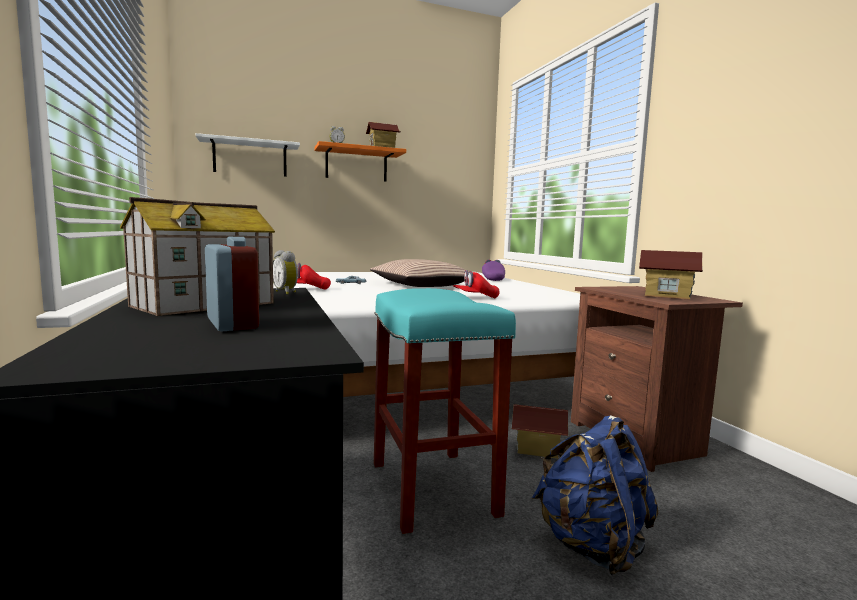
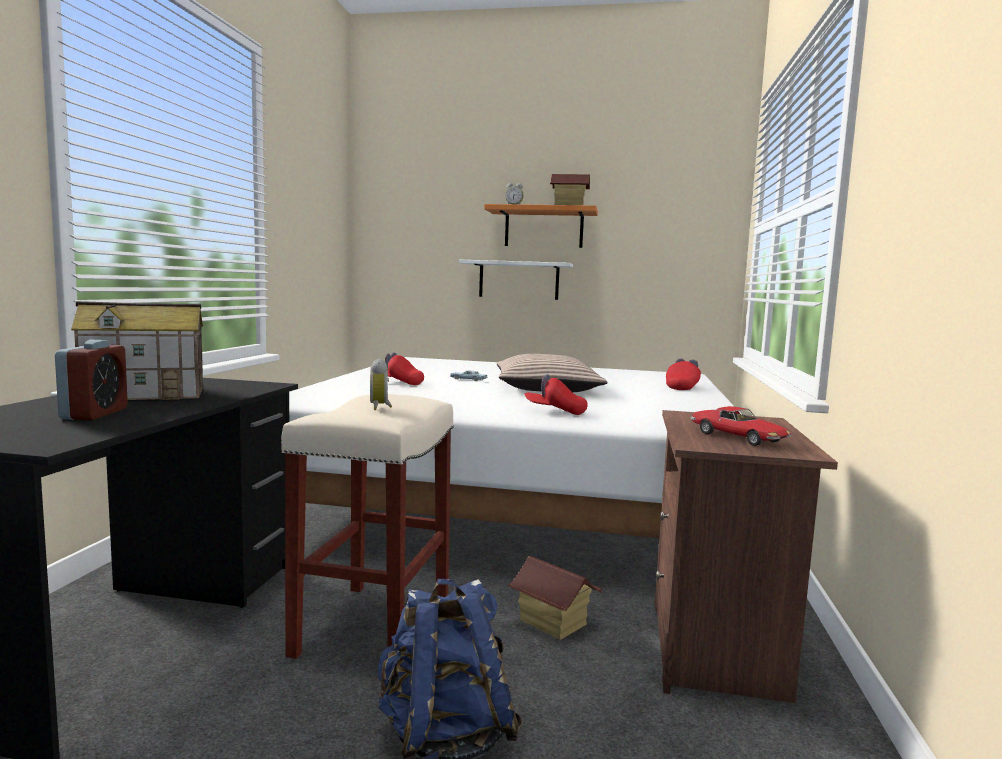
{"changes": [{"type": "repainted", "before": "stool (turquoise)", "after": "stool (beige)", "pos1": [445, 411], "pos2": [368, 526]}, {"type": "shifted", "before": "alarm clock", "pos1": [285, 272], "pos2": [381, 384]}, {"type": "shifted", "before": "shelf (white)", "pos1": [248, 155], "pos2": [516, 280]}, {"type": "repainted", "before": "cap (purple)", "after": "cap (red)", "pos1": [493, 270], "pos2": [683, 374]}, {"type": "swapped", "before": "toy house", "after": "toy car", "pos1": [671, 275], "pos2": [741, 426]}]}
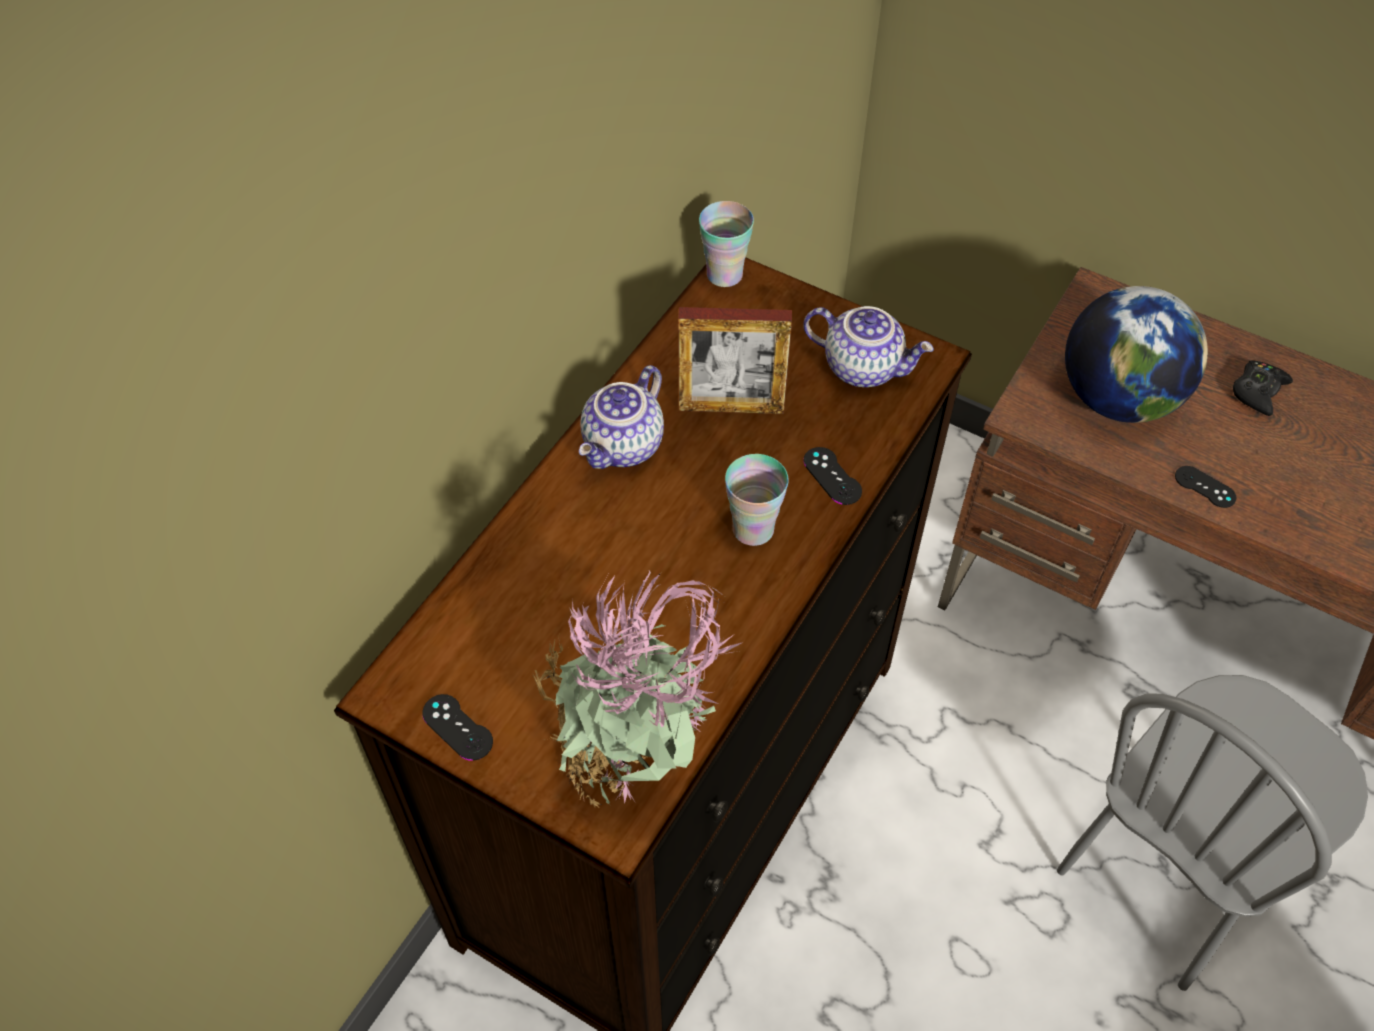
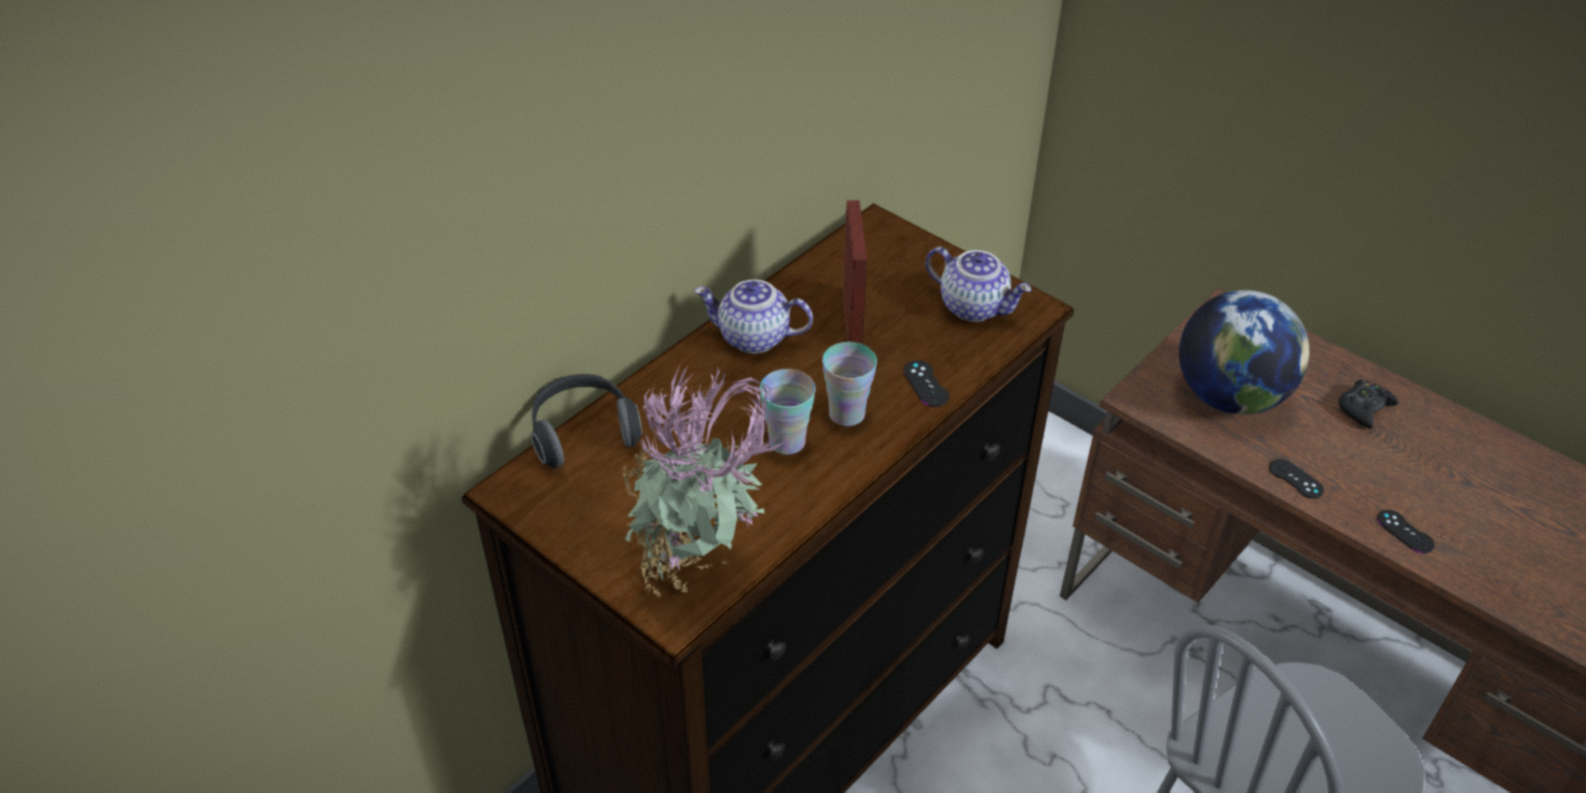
{"changes": [{"type": "new", "after": "headphones", "pos2": [586, 421]}, {"type": "rotated", "before": "teapot", "pos1": [621, 417], "pos2": [753, 317], "turn": 60}, {"type": "shifted", "before": "cup", "pos1": [726, 244], "pos2": [788, 412]}, {"type": "rotated", "before": "picture frame", "pos1": [735, 360], "pos2": [855, 272], "turn": -105}, {"type": "shifted", "before": "game controller (black)", "pos1": [457, 727], "pos2": [1406, 531]}]}
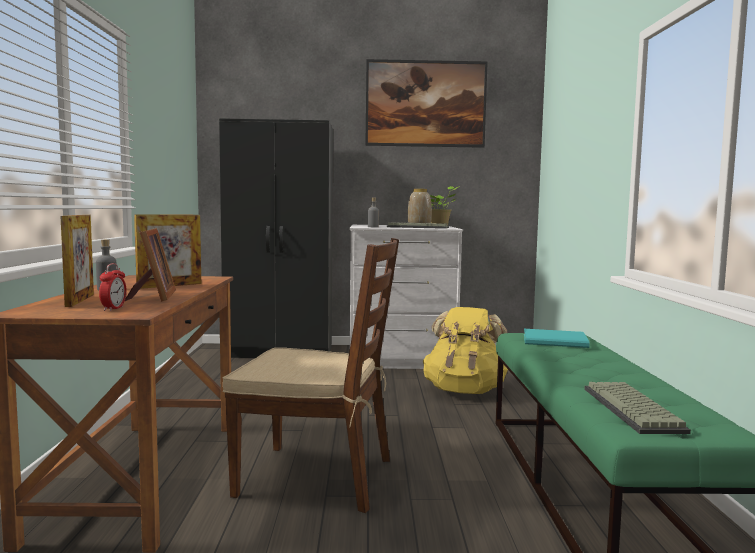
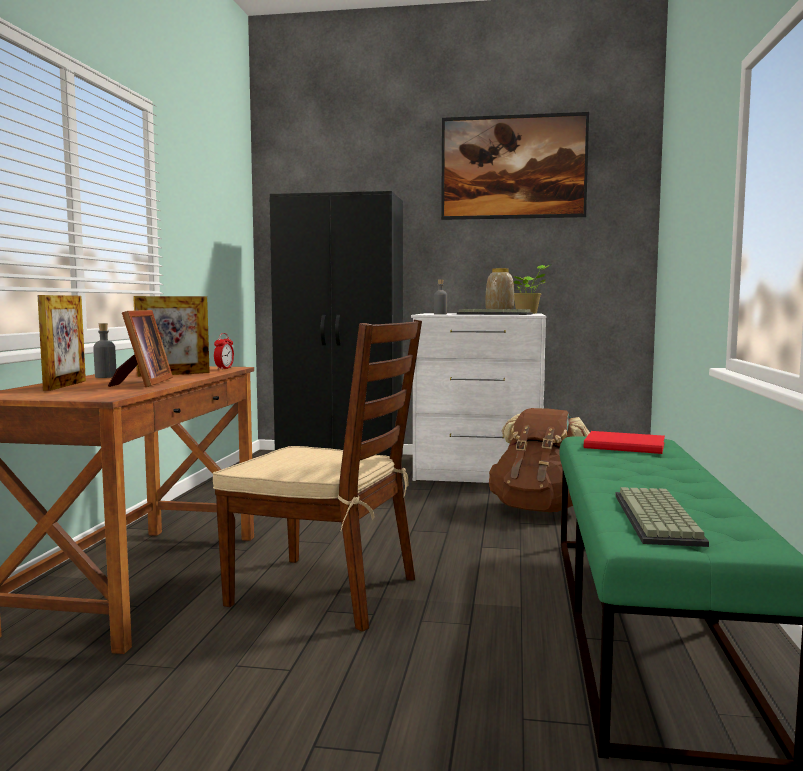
{"changes": [{"type": "shifted", "before": "alarm clock", "pos1": [113, 287], "pos2": [224, 351]}, {"type": "repainted", "before": "backpack (yellow)", "after": "backpack (brown)", "pos1": [465, 350], "pos2": [539, 460]}, {"type": "repainted", "before": "book (turquoise)", "after": "book (red)", "pos1": [557, 338], "pos2": [624, 442]}]}
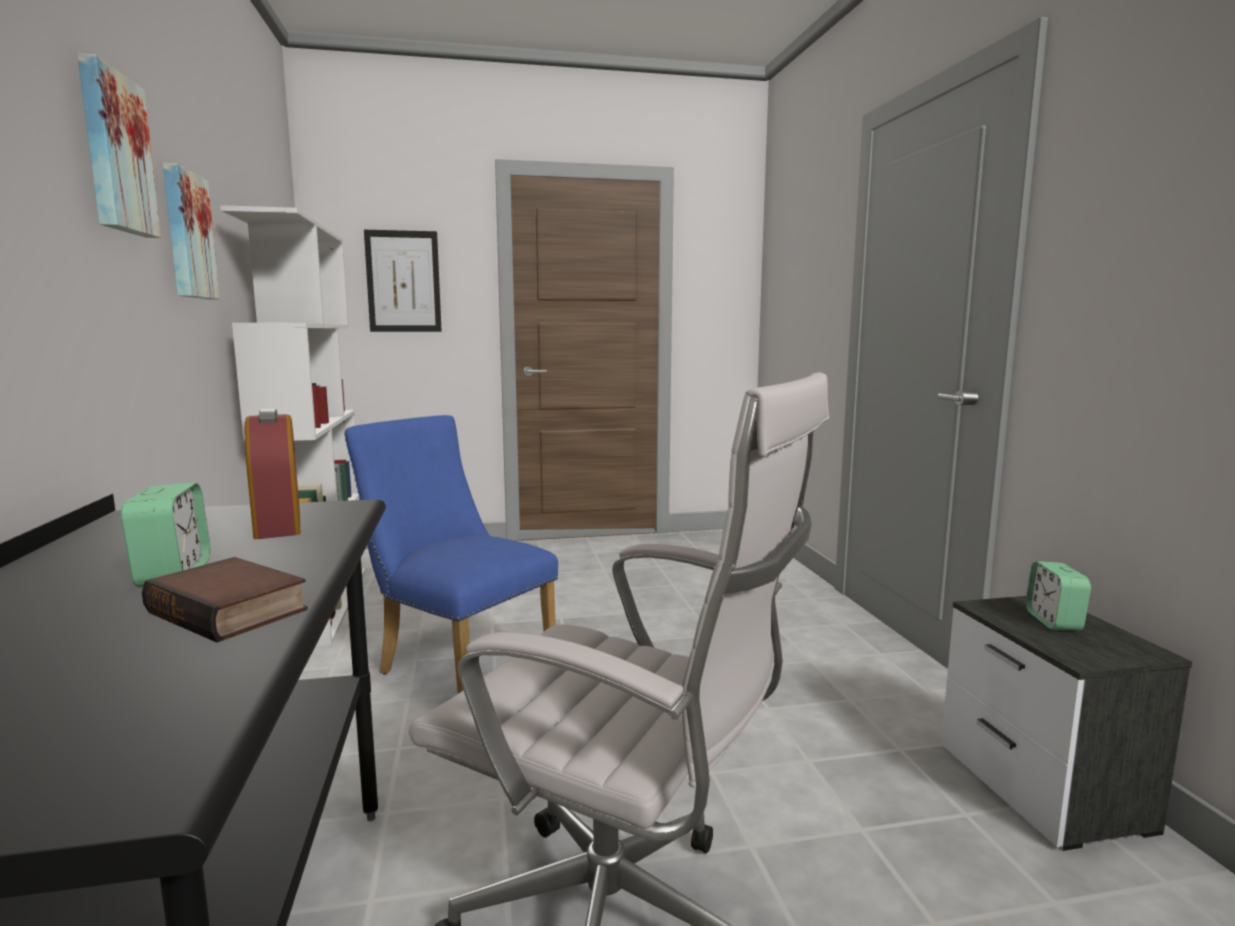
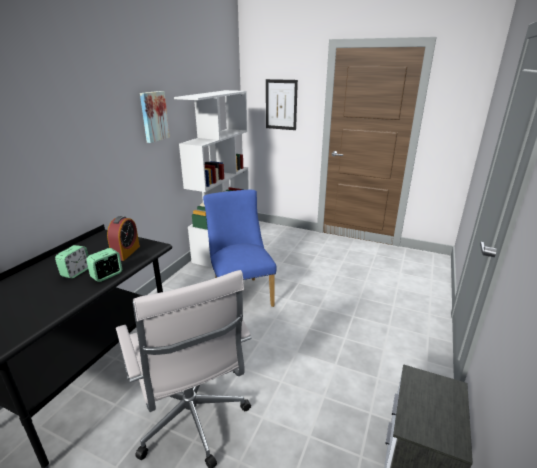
{"changes": [{"type": "shifted", "before": "alarm clock", "pos1": [1058, 596], "pos2": [104, 265]}, {"type": "gone", "before": "picture", "pos1": [119, 145]}, {"type": "gone", "before": "book", "pos1": [225, 600]}]}
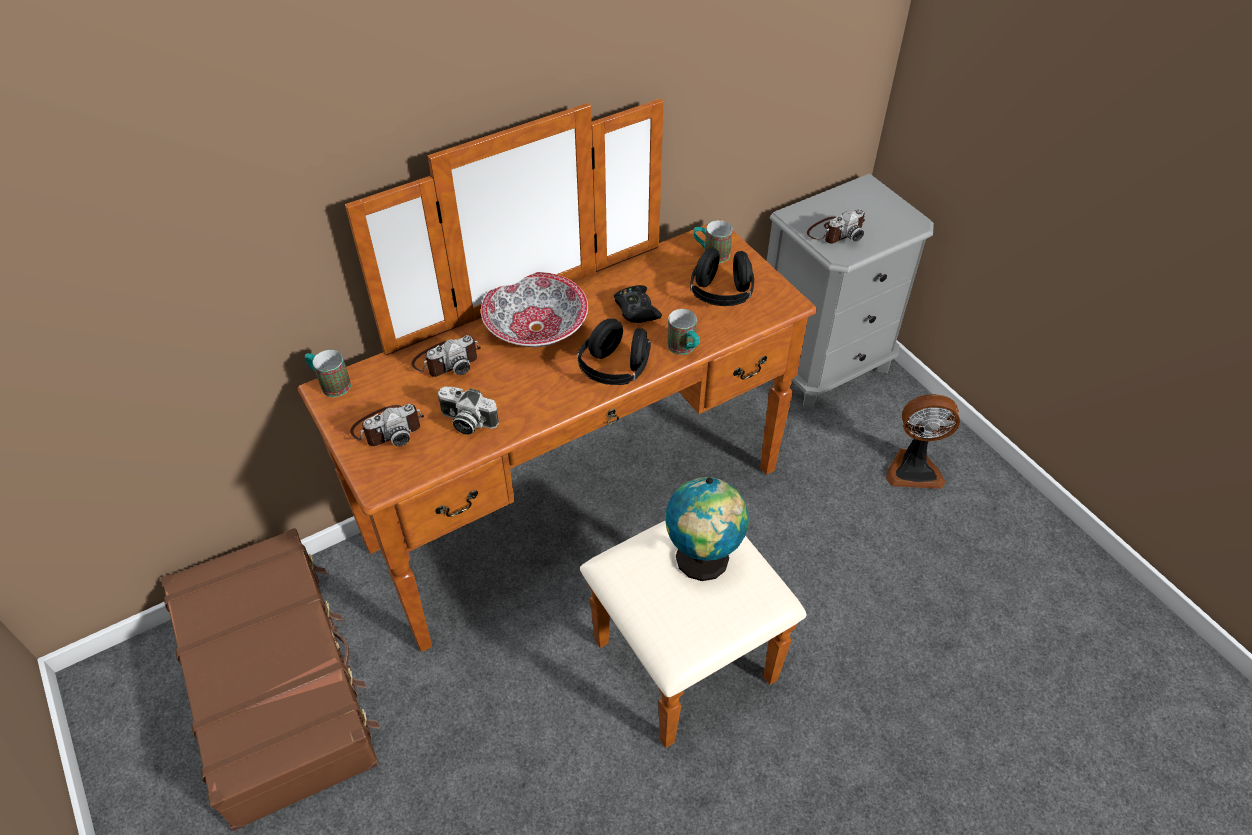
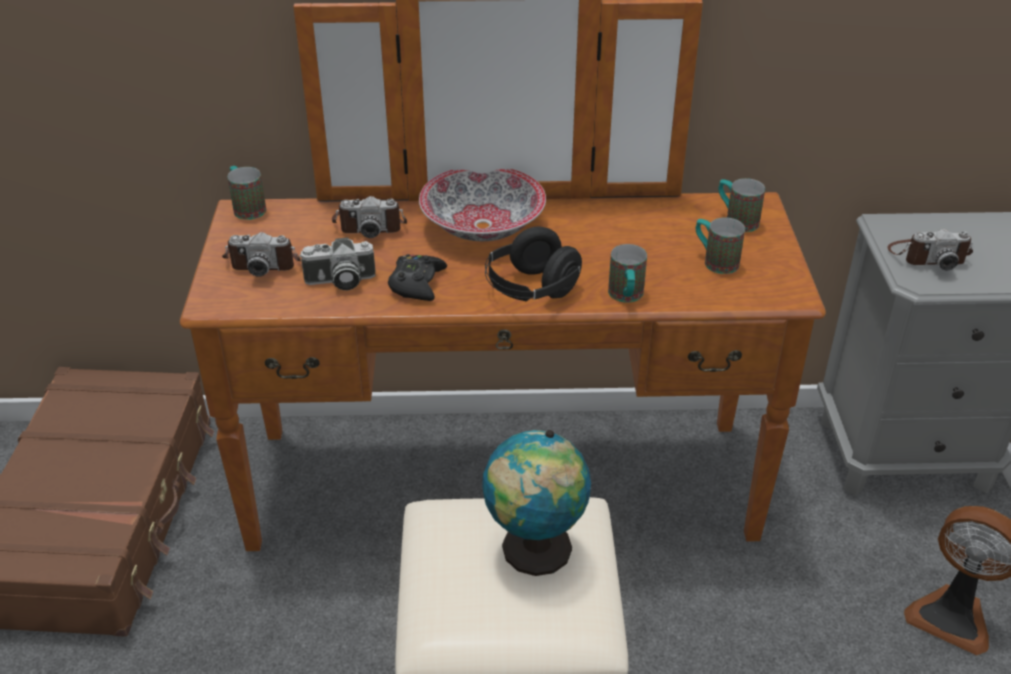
{"changes": [{"type": "rotated", "before": "photo camera", "pos1": [468, 411], "pos2": [337, 263], "turn": -60}, {"type": "shifted", "before": "game controller (black)", "pos1": [638, 304], "pos2": [417, 277]}, {"type": "swapped", "before": "headphones (black)", "after": "mug", "pos1": [722, 276], "pos2": [720, 245]}]}
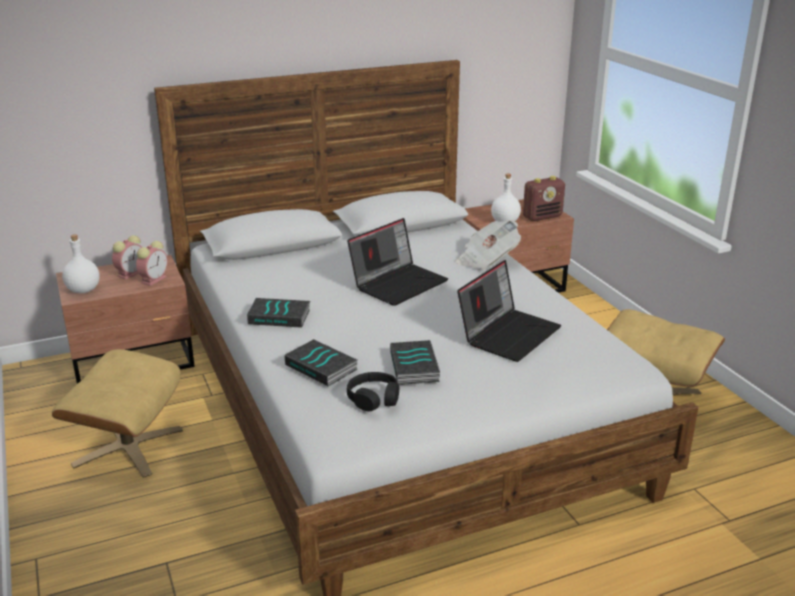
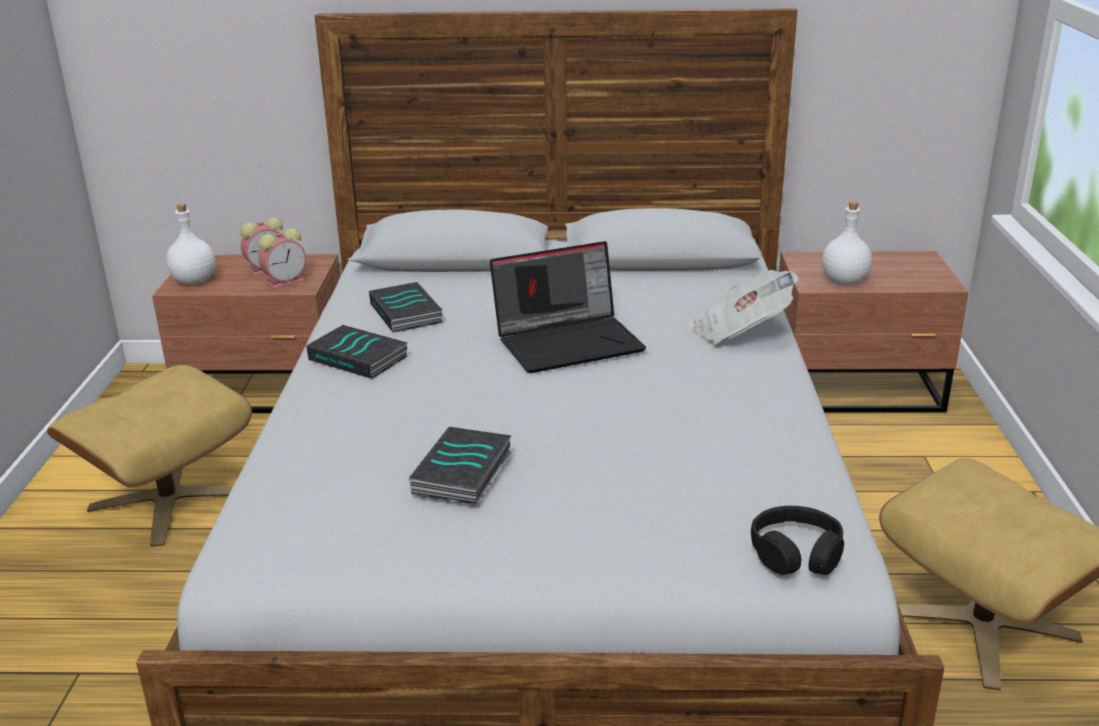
{"changes": [{"type": "shifted", "before": "book", "pos1": [321, 363], "pos2": [406, 307]}, {"type": "shifted", "before": "headphones (black)", "pos1": [373, 391], "pos2": [797, 540]}, {"type": "gone", "before": "laptop", "pos1": [509, 311]}, {"type": "gone", "before": "radio", "pos1": [544, 198]}]}
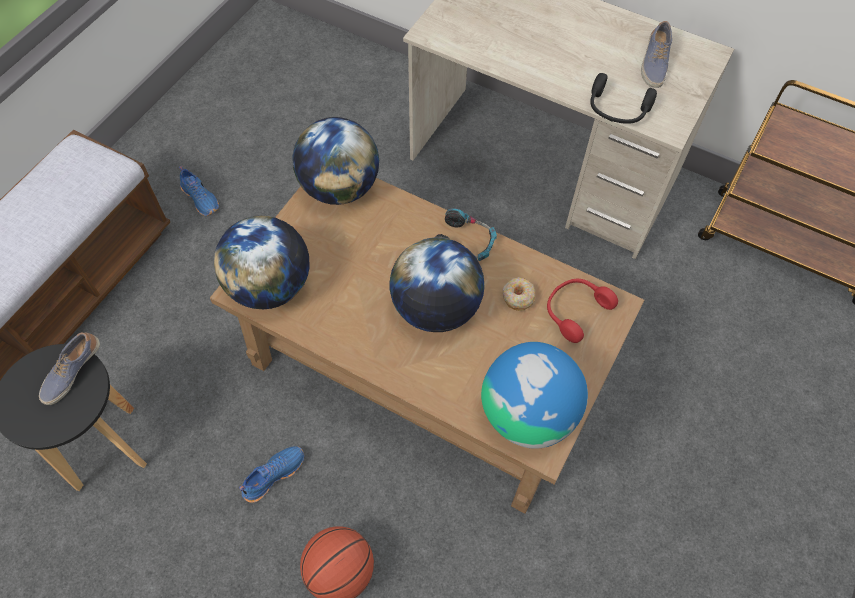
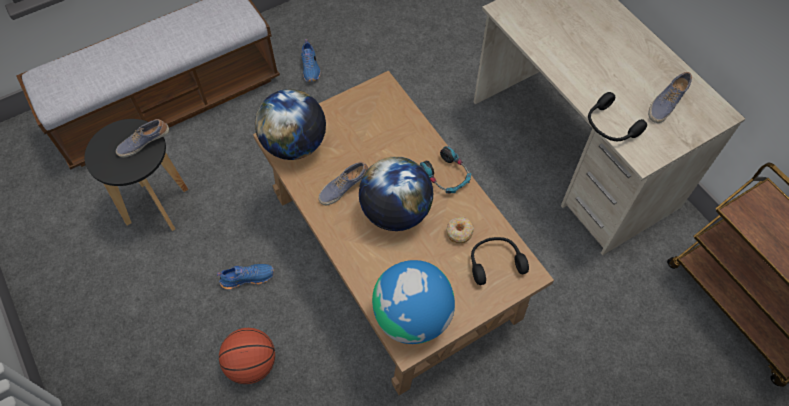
{"changes": [{"type": "new", "after": "shoe", "pos2": [343, 183]}, {"type": "repainted", "before": "headphones (red)", "after": "headphones (black)", "pos1": [582, 311], "pos2": [500, 261]}, {"type": "gone", "before": "globe", "pos1": [335, 161]}]}
